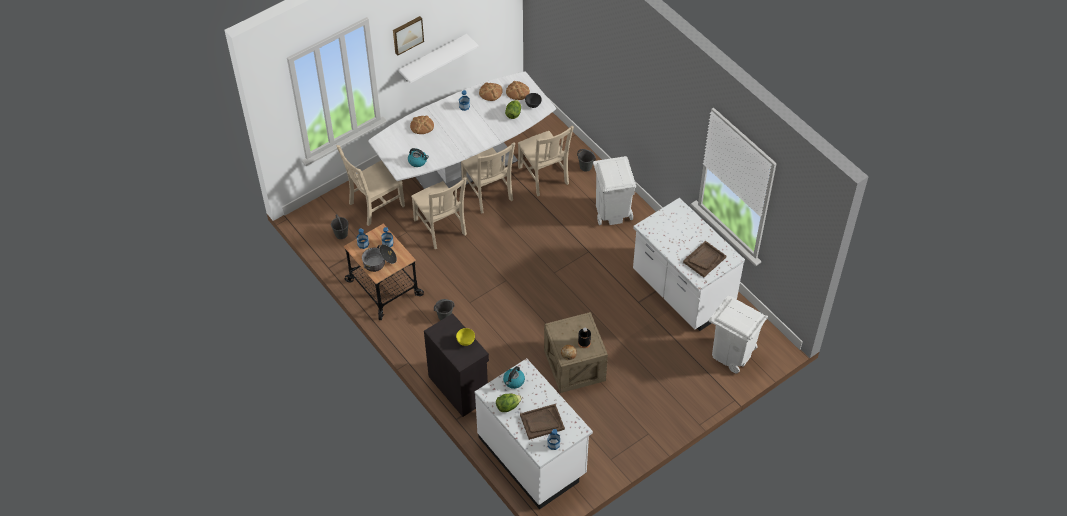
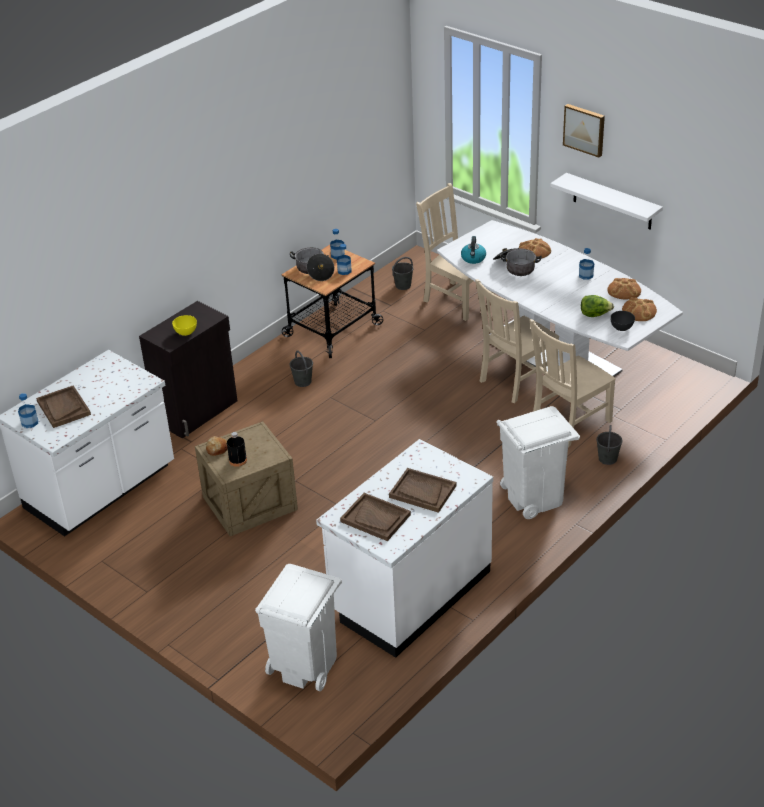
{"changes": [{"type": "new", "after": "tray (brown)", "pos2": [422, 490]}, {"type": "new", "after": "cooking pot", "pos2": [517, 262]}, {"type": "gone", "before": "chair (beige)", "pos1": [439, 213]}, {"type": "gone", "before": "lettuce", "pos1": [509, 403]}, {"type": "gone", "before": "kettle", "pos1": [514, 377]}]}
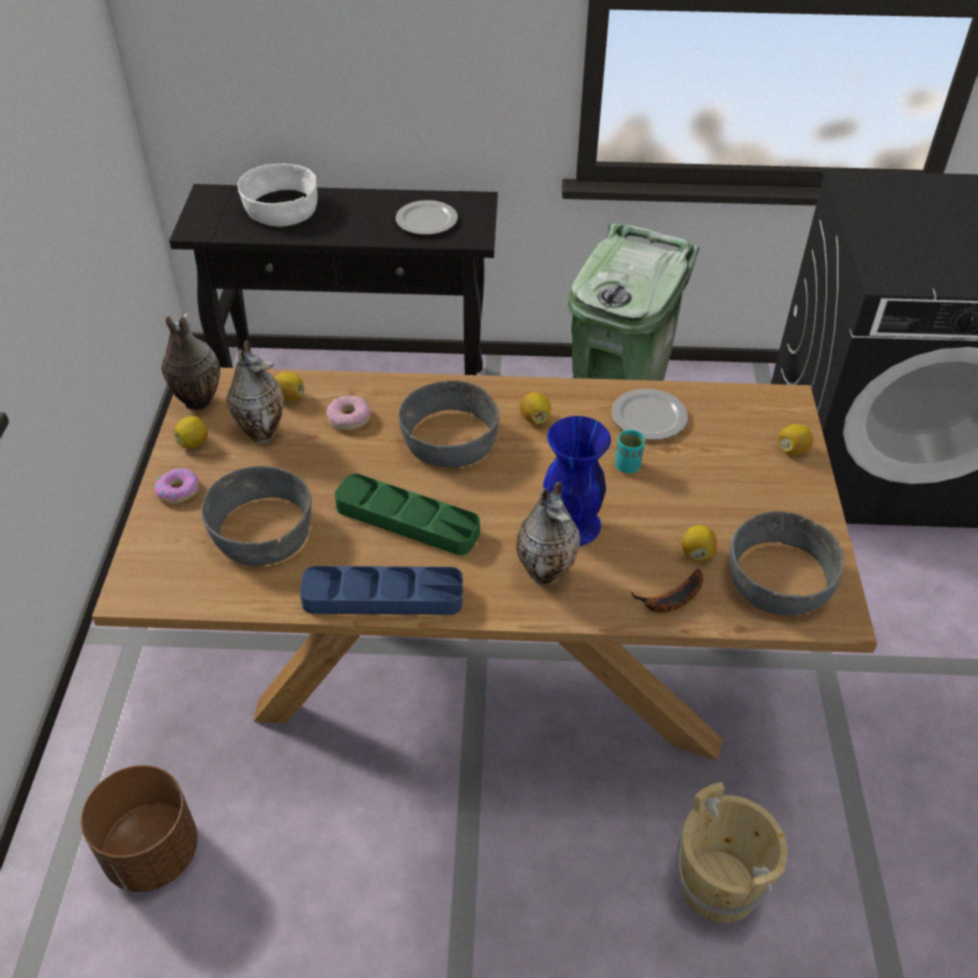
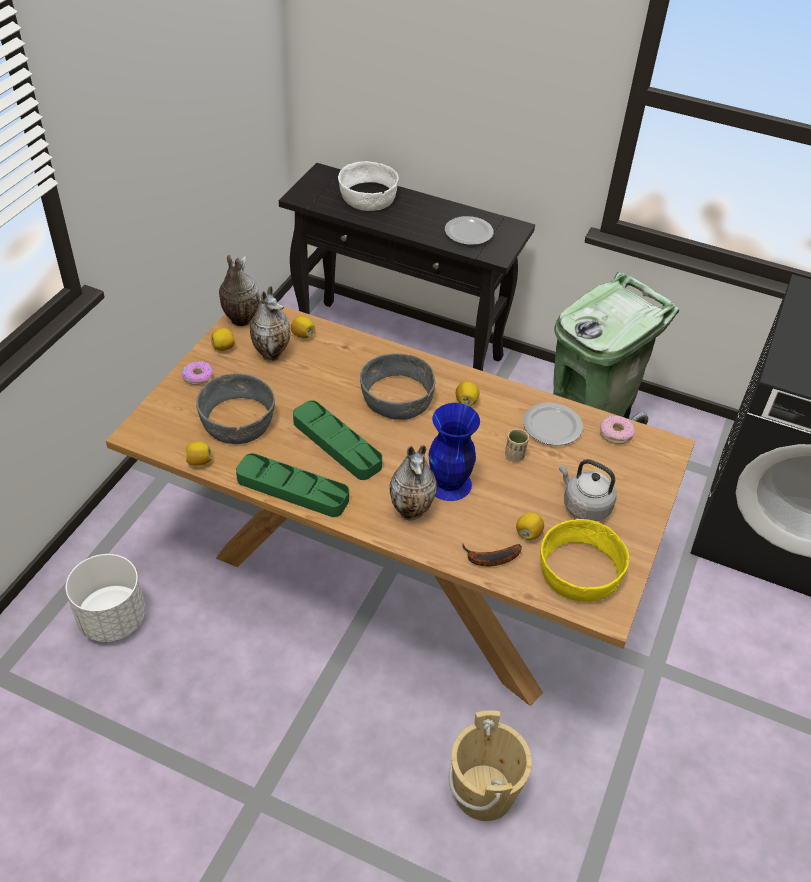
{"changes": [{"type": "repainted", "before": "planter (brown)", "after": "planter (white)", "pos1": [139, 828], "pos2": [106, 598]}, {"type": "shifted", "before": "lemon", "pos1": [796, 439], "pos2": [199, 453]}, {"type": "repainted", "before": "tray (blue)", "after": "tray (green)", "pos1": [381, 590], "pos2": [292, 485]}, {"type": "repainted", "before": "cup (turquoise)", "after": "cup (beige)", "pos1": [630, 451], "pos2": [517, 445]}, {"type": "repainted", "before": "bowl (grey)", "after": "bowl (yellow)", "pos1": [786, 563], "pos2": [584, 560]}, {"type": "new", "after": "kettle (grey)", "pos2": [588, 490]}, {"type": "shifted", "before": "donut", "pos1": [348, 413], "pos2": [617, 429]}]}
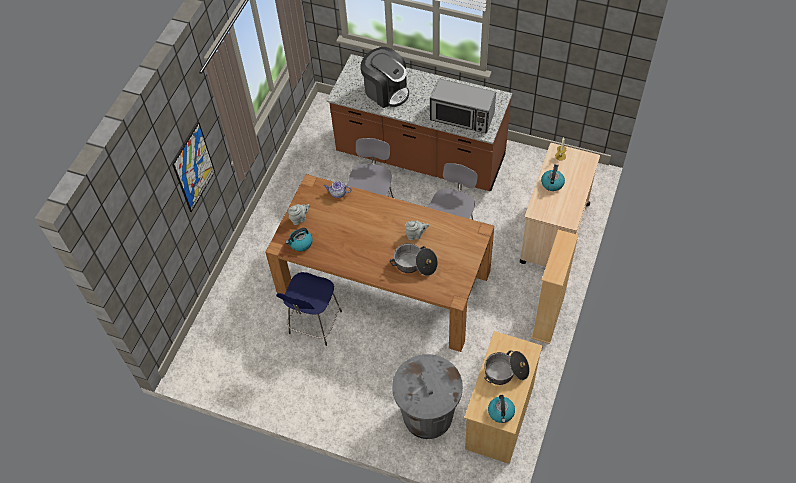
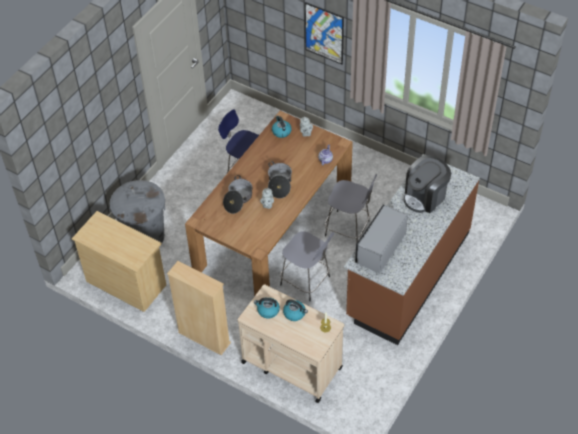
{"changes": [{"type": "shifted", "before": "kettle", "pos1": [501, 409], "pos2": [267, 308]}, {"type": "shifted", "before": "cooking pot", "pos1": [506, 367], "pos2": [280, 179]}]}
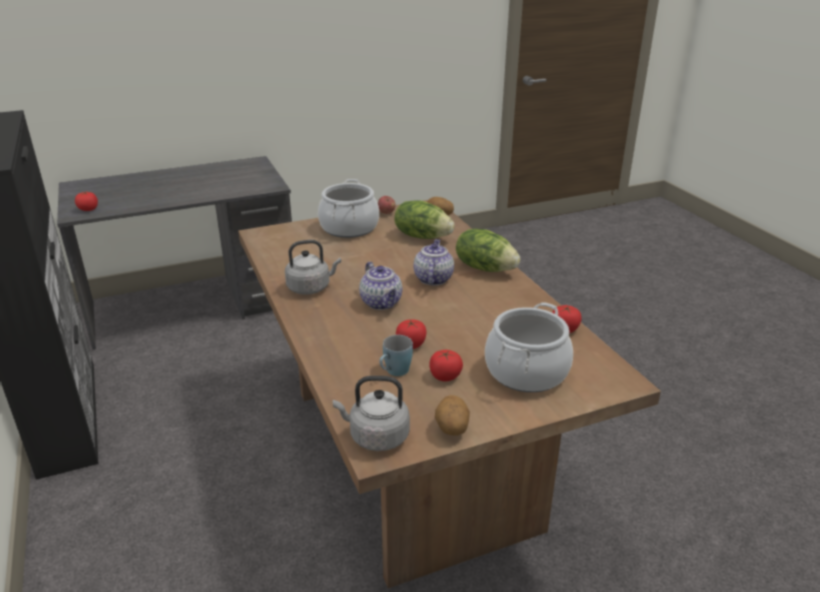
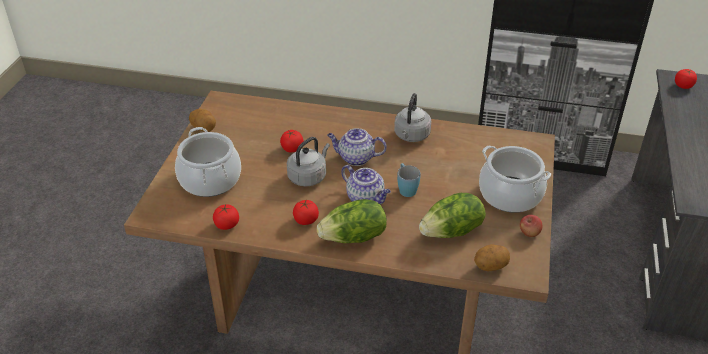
{"changes": [{"type": "shifted", "before": "kettle (grey)", "pos1": [371, 413], "pos2": [308, 161]}, {"type": "shifted", "before": "tomato", "pos1": [446, 365], "pos2": [306, 212]}, {"type": "shifted", "before": "mug (blue)", "pos1": [396, 355], "pos2": [408, 180]}]}
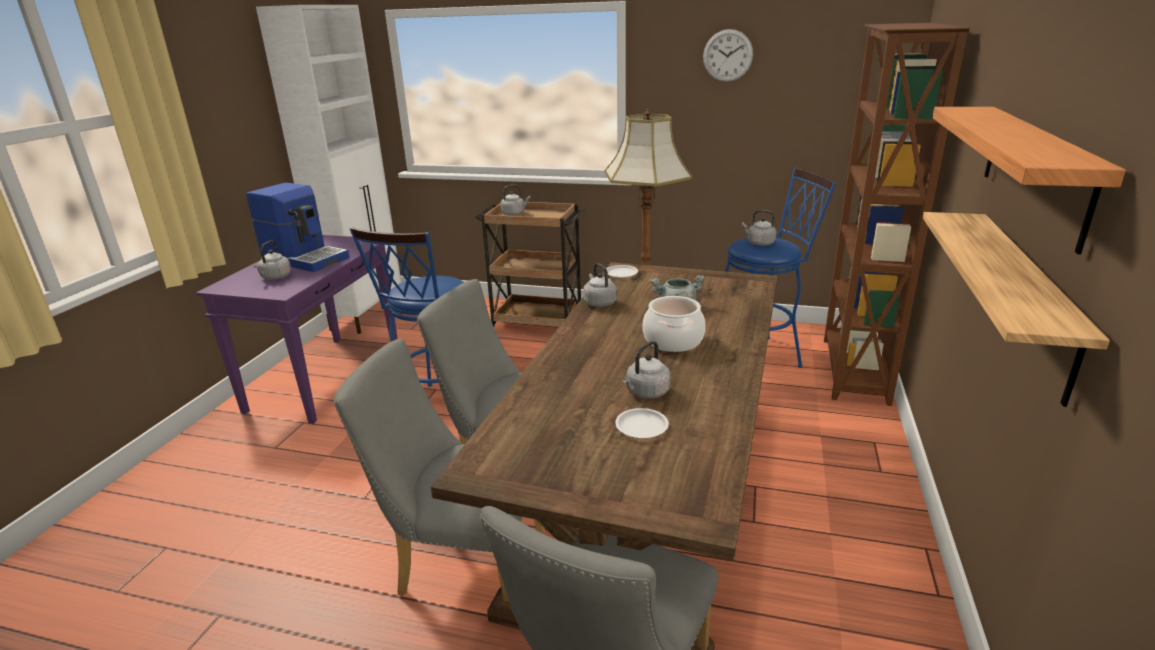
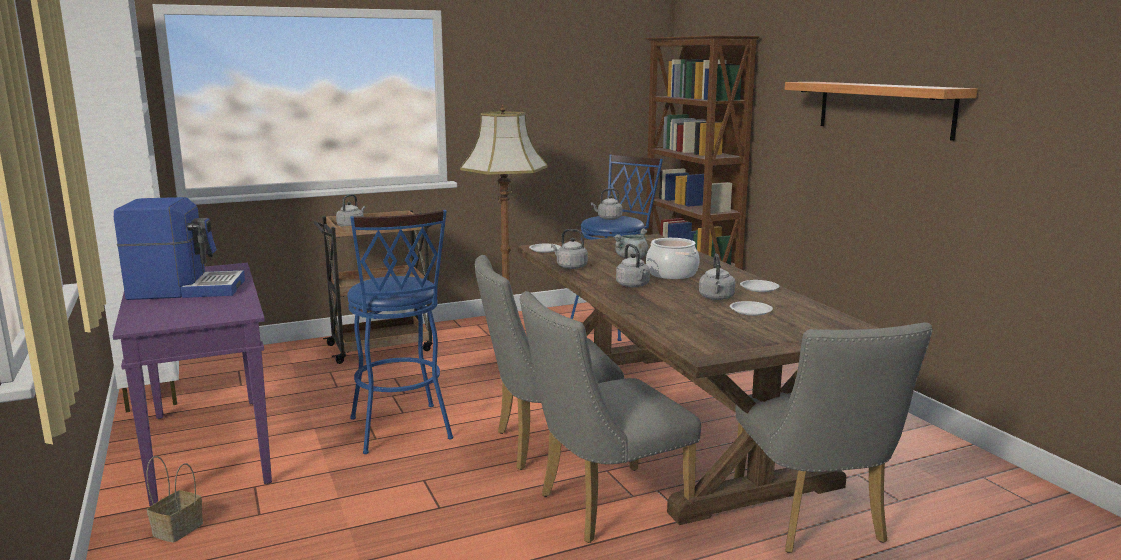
{"changes": [{"type": "new", "after": "basket", "pos2": [174, 499]}, {"type": "shifted", "before": "kettle (grey)", "pos1": [272, 260], "pos2": [633, 265]}, {"type": "new", "after": "plate (white)", "pos2": [759, 286]}, {"type": "gone", "before": "wall clock", "pos1": [728, 55]}, {"type": "gone", "before": "shelf", "pos1": [1016, 309]}]}
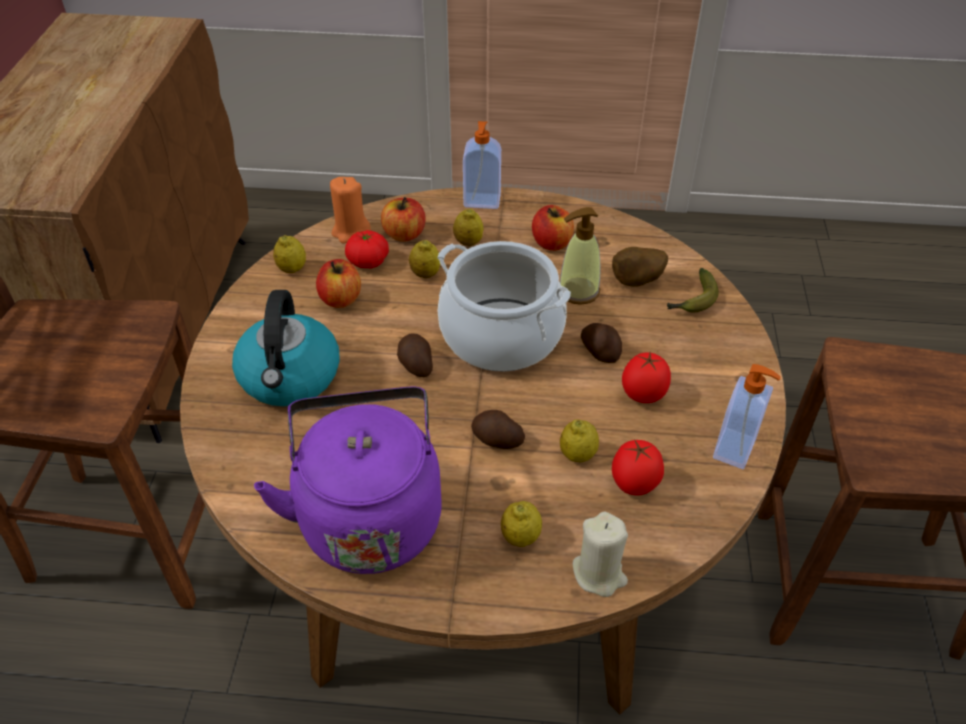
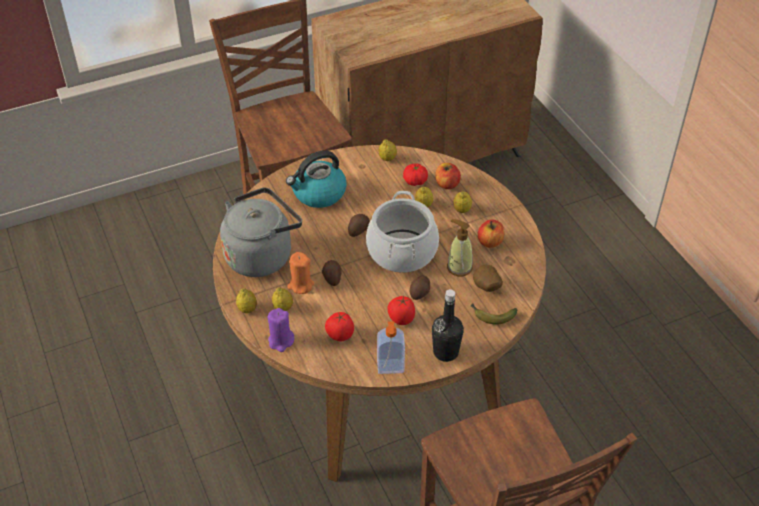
{"changes": [{"type": "repainted", "before": "kettle (purple)", "after": "kettle (grey)", "pos1": [348, 480], "pos2": [261, 232]}, {"type": "shifted", "before": "lemon", "pos1": [579, 440], "pos2": [246, 300]}, {"type": "repainted", "before": "candle (beige)", "after": "candle (purple)", "pos1": [600, 554], "pos2": [281, 330]}, {"type": "shifted", "before": "candle (orange)", "pos1": [350, 210], "pos2": [300, 273]}, {"type": "new", "after": "bottle (black)", "pos2": [448, 325]}, {"type": "gone", "before": "apple", "pos1": [338, 283]}, {"type": "gone", "before": "soap dispenser", "pos1": [482, 165]}]}
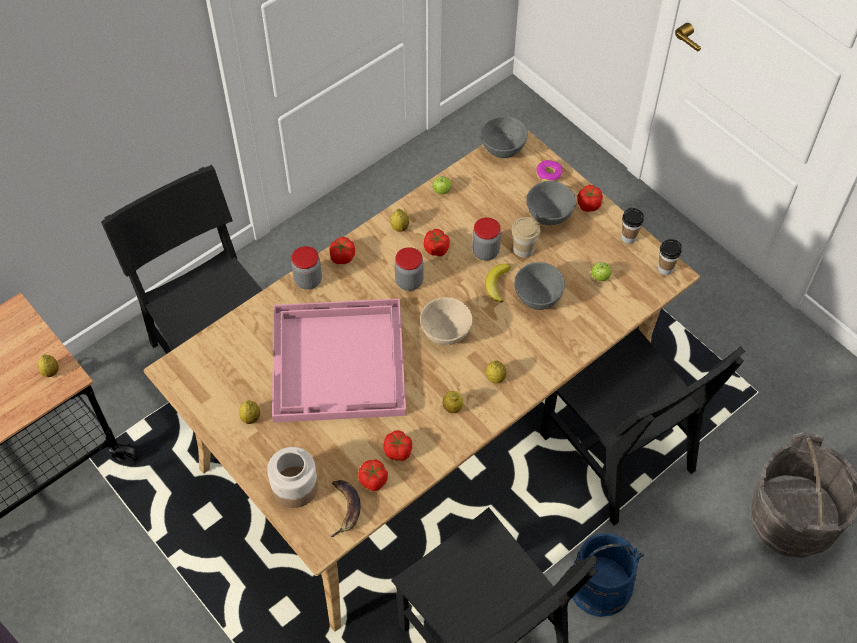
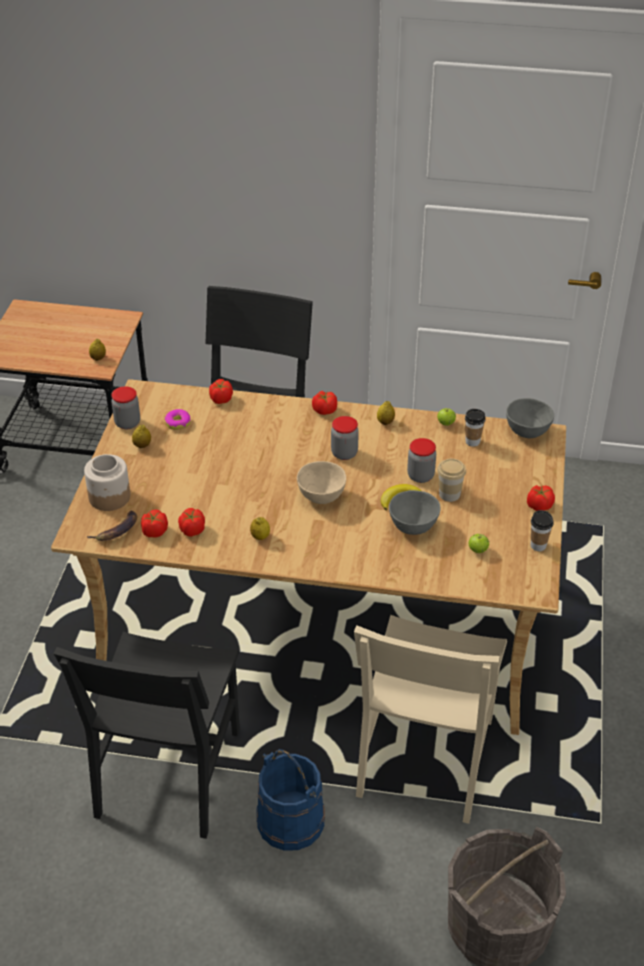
{"changes": [{"type": "shifted", "before": "jar", "pos1": [306, 268], "pos2": [125, 407]}, {"type": "shifted", "before": "donut", "pos1": [549, 171], "pos2": [178, 419]}, {"type": "shifted", "before": "tomato", "pos1": [437, 242], "pos2": [221, 391]}, {"type": "repainted", "before": "chair (black)", "after": "chair (beige)", "pos1": [642, 427], "pos2": [430, 719]}, {"type": "shifted", "before": "cup", "pos1": [670, 257], "pos2": [475, 428]}, {"type": "gone", "before": "tray (pink)", "pos1": [339, 361]}, {"type": "gone", "before": "lemon", "pos1": [496, 371]}, {"type": "gone", "before": "bowl (grey)", "pos1": [551, 203]}]}
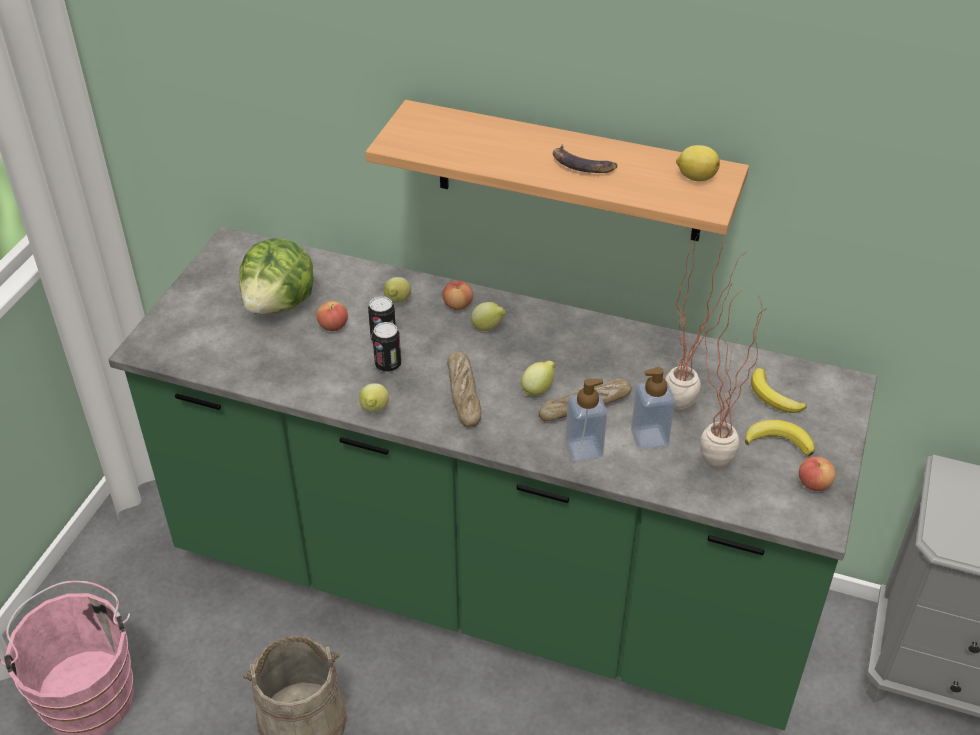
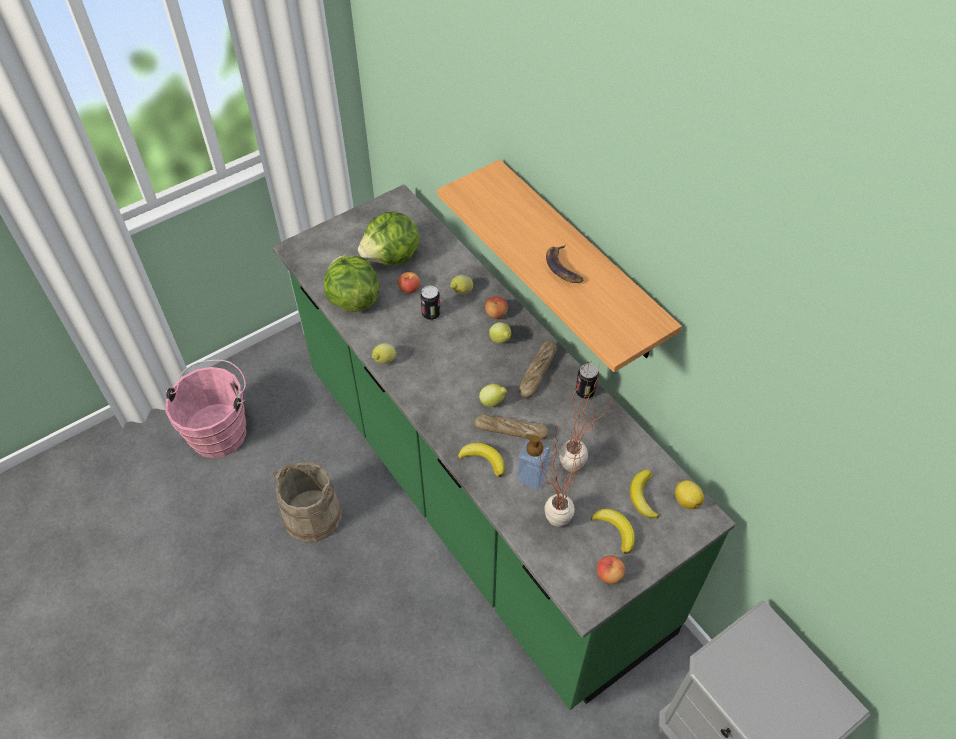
{"changes": [{"type": "new", "after": "lettuce", "pos2": [351, 283]}, {"type": "swapped", "before": "soap dispenser", "after": "banana", "pos1": [586, 420], "pos2": [481, 460]}, {"type": "shifted", "before": "bread", "pos1": [464, 389], "pos2": [538, 369]}, {"type": "shifted", "before": "can", "pos1": [386, 347], "pos2": [587, 381]}, {"type": "shifted", "before": "lemon", "pos1": [698, 163], "pos2": [689, 494]}]}
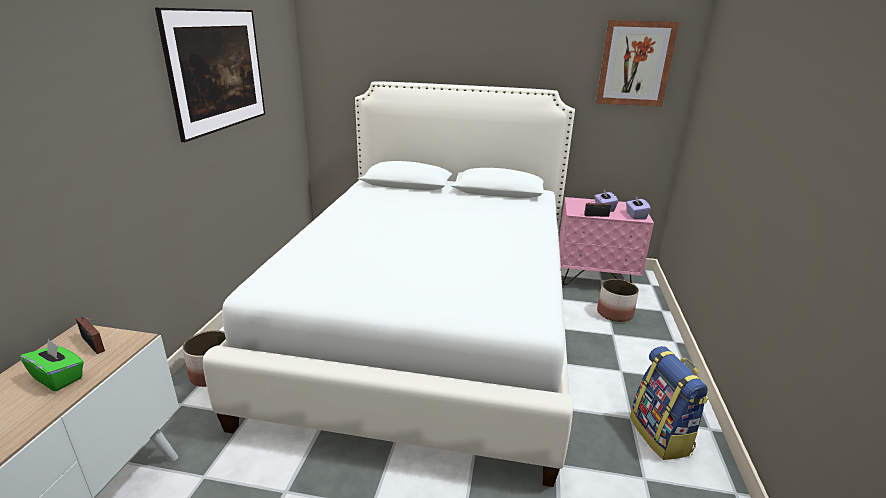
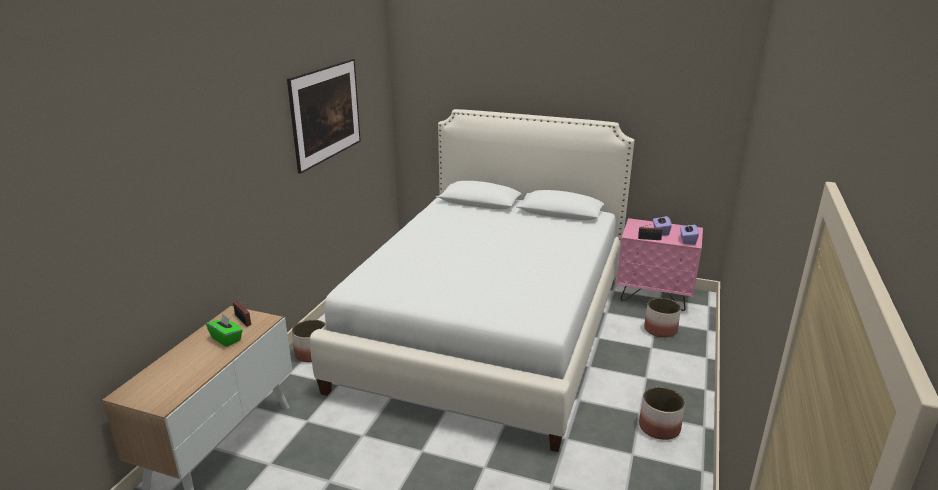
{"changes": [{"type": "swapped", "before": "backpack", "after": "planter", "pos1": [669, 403], "pos2": [662, 413]}, {"type": "gone", "before": "picture", "pos1": [637, 63]}]}
